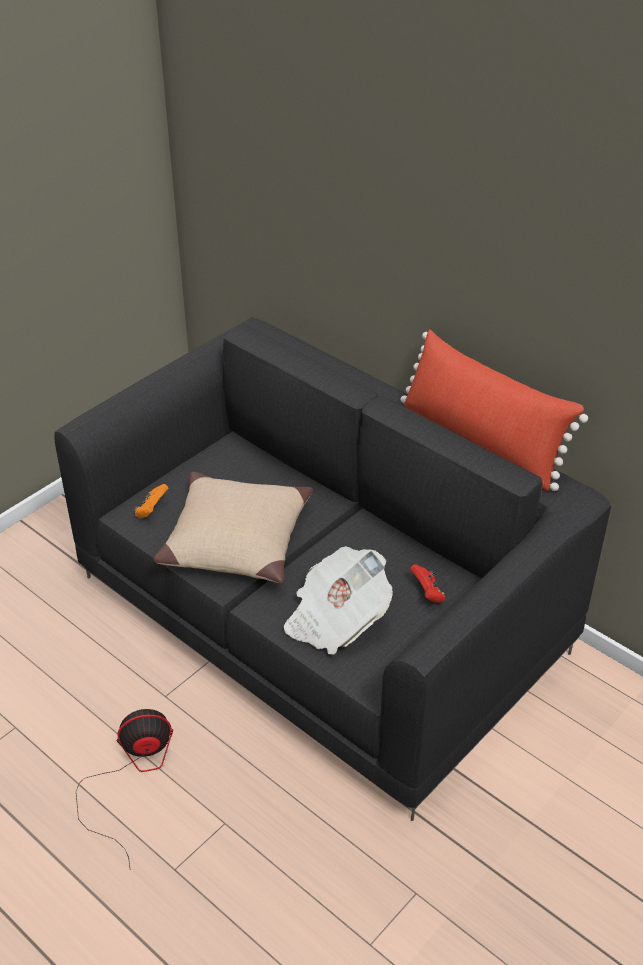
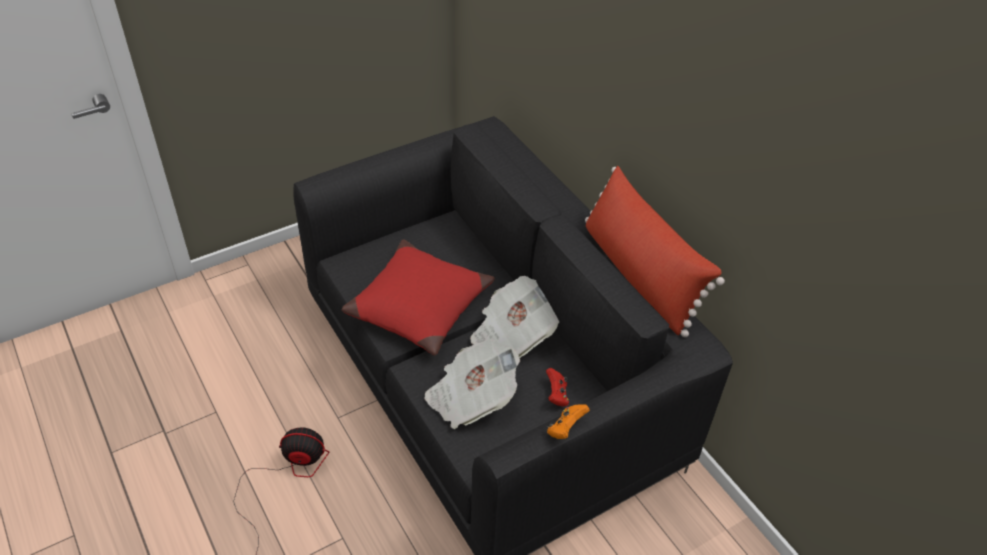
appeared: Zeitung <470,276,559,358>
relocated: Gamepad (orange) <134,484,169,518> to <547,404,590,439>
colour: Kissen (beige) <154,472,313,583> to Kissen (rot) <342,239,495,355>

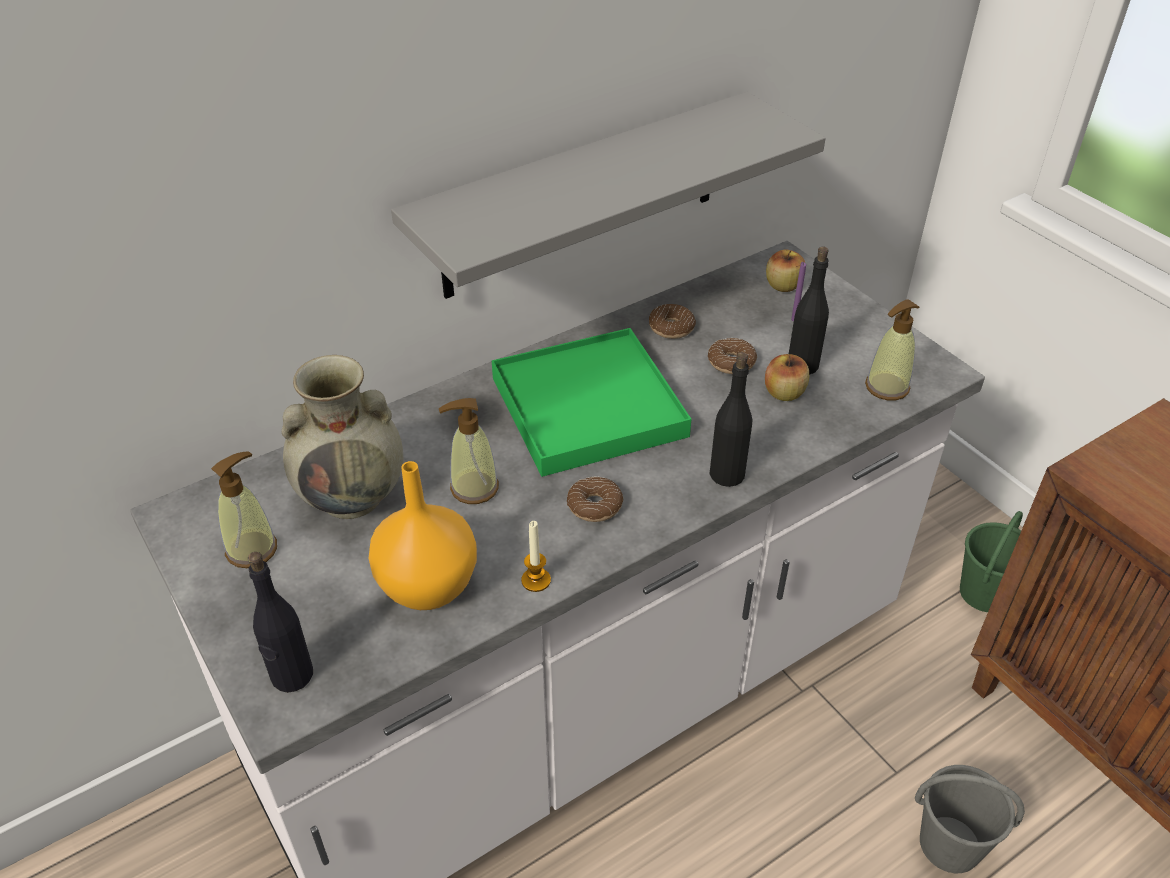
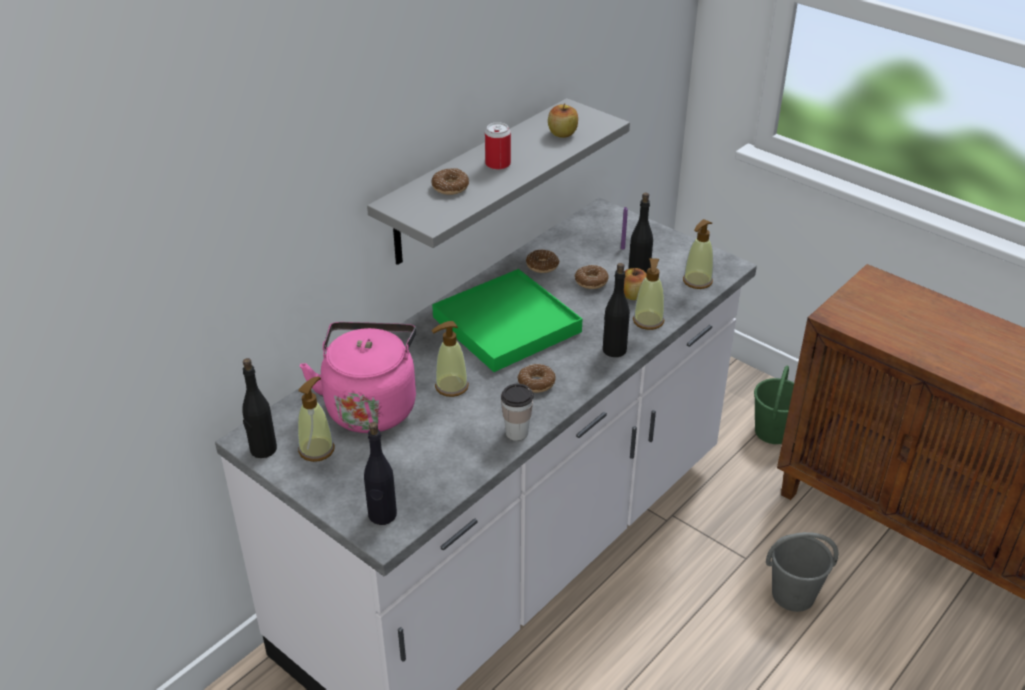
missing: Vase (orange) <368,461,477,610>
appeared: Dose <485,122,511,170>; Donut <431,168,469,195>; Seifenspender <633,258,665,330>; Flasche (schwarz) <242,358,277,458>
relocated: Apfel <766,249,805,292> to <548,104,578,138>
exchanged: Vase (beige) <282,355,404,519> to Wasserkessel (rosa) <300,322,416,433>; Kerze <521,521,551,592> to Tasse <501,384,534,441>

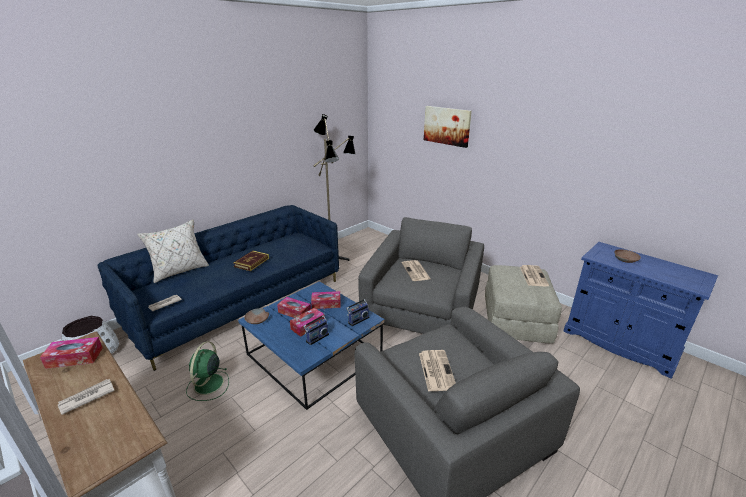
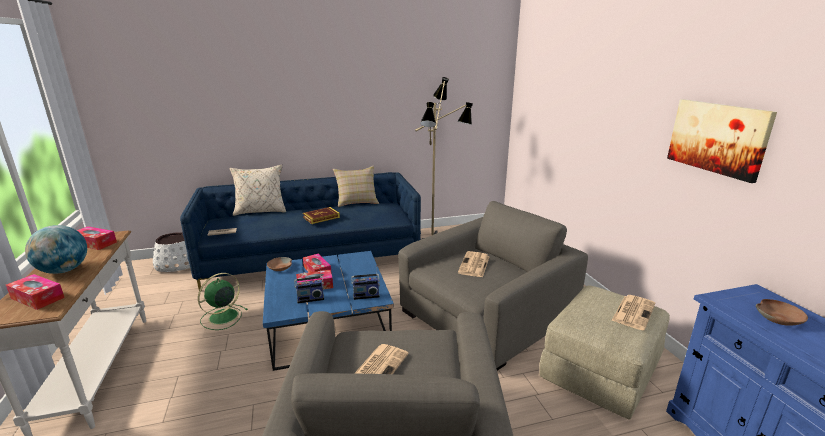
appeared: Kissen (beige) <333,166,379,207>
relocated: Bild <424,106,472,148> to <667,99,777,183>; Taschentuchbox <311,291,341,309> to <6,274,65,310>
exchanged: Zeitung <58,379,115,415> to Globus <25,225,87,274>

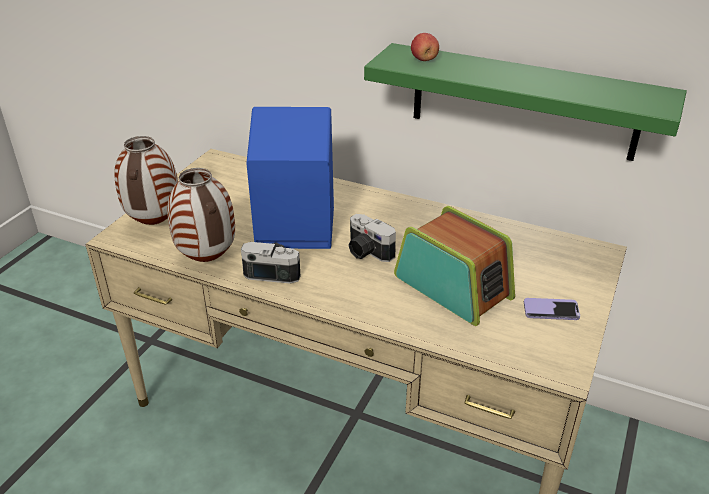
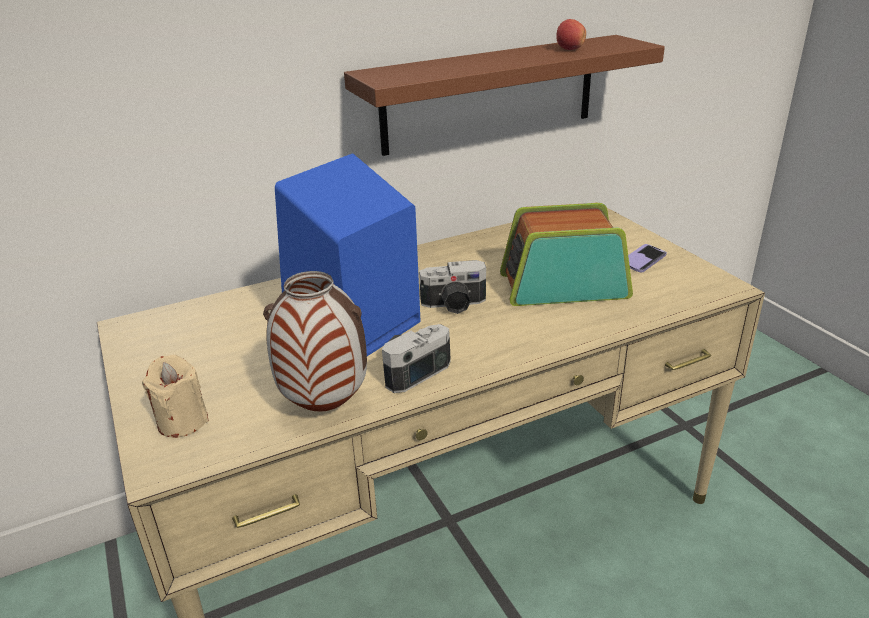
relocated: Apfel <411,33,439,61> to <556,19,586,50>
exchanged: Vase <114,136,178,225> to Kerze (beige) <142,355,209,438>
colour: Wandregal (grün) <364,43,687,161> to Wandregal (braun) <344,35,665,156>

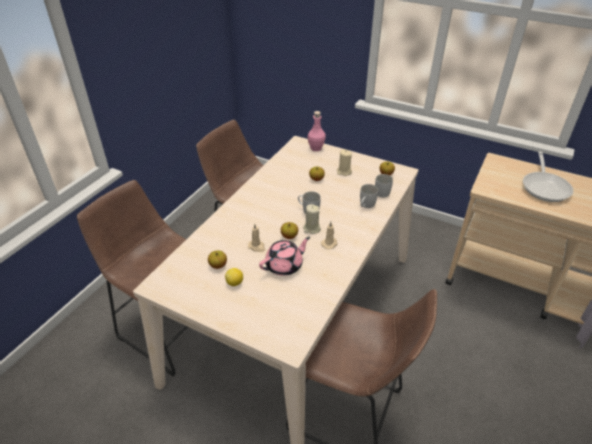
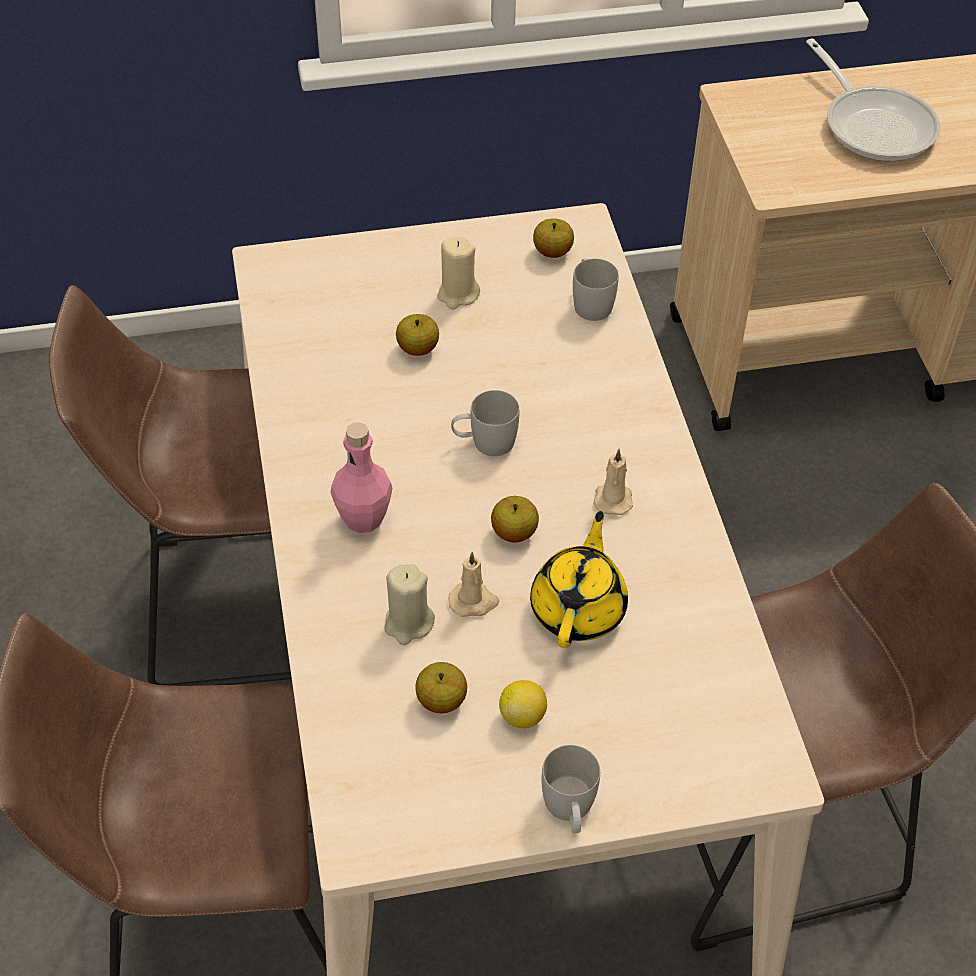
relocated: Flasche (rosa) <308,111,326,151> to <330,422,393,533>; Henkelbecher (weiß) <360,184,378,208> to <542,745,600,833>; Kerze (beige) <303,204,321,234> to <384,564,435,645>
colour: Teekanne (rosa) <259,237,310,276> to Teekanne (gelb) <530,511,628,648>

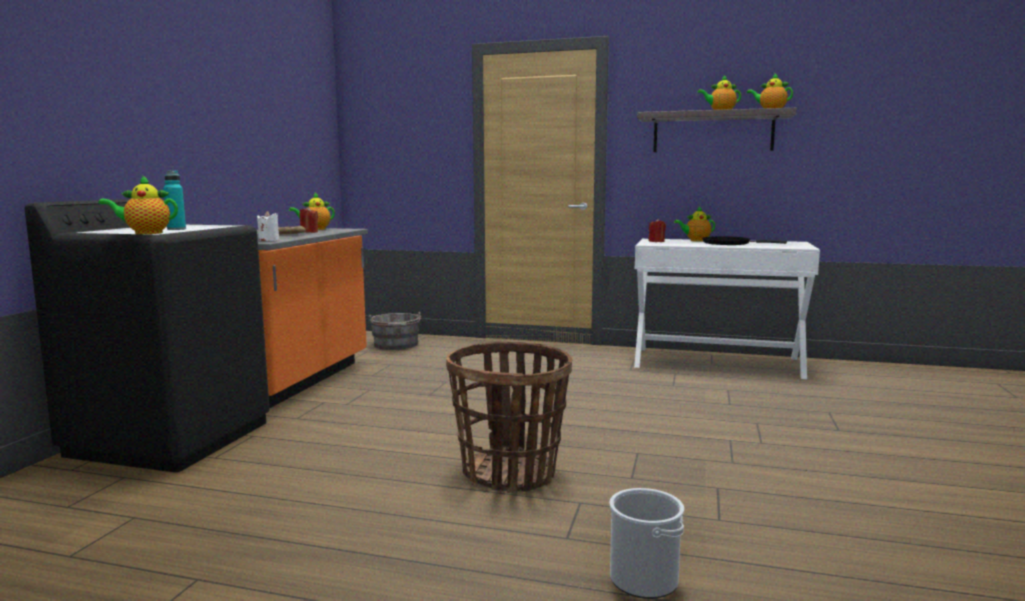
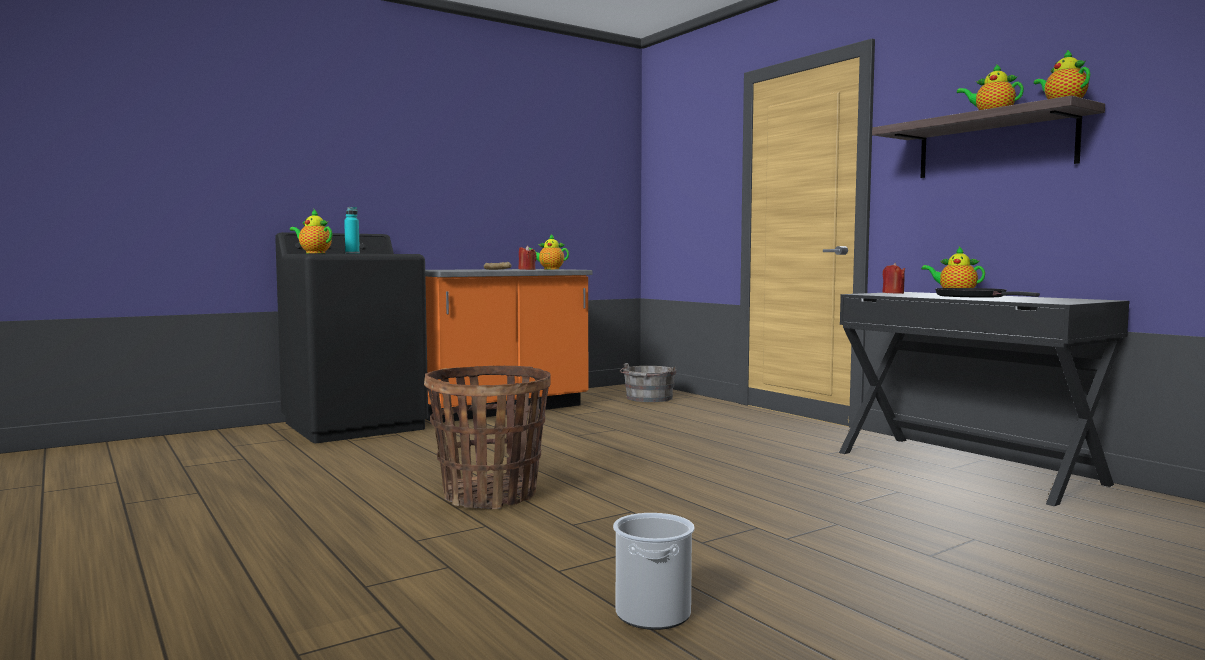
missing: Kerze (weiß) <257,211,279,241>
relocated: Eimer <609,488,684,599> to <613,513,694,630>
colour: Schreibtisch (weiß) <634,239,820,379> to Schreibtisch (schwarz) <839,292,1130,506>

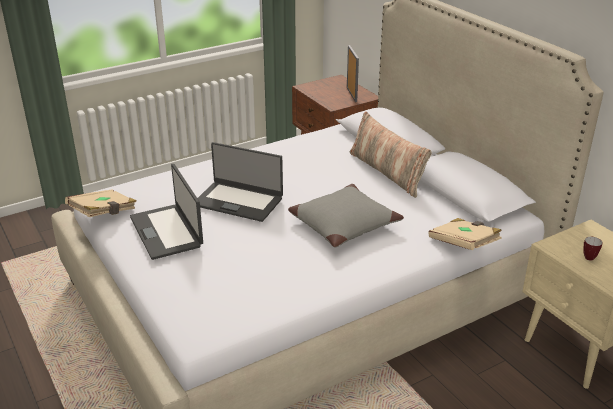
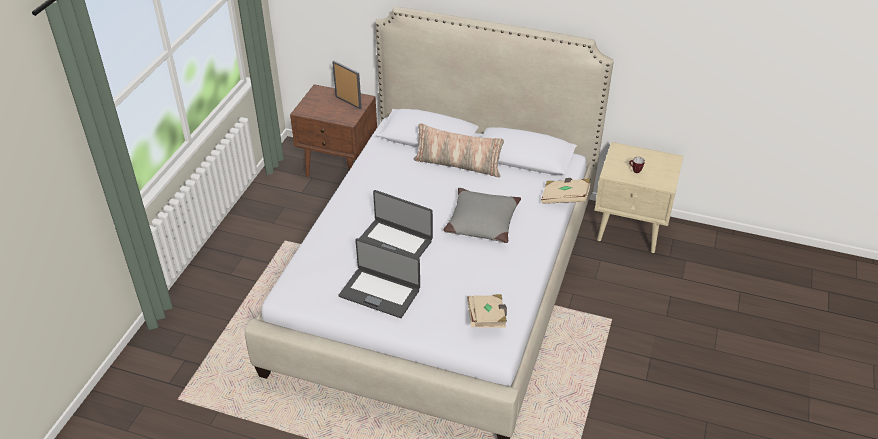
relocated: Buch (beige) <65,190,136,217> to <467,294,507,328>
spun: Laptop <198,142,283,222> = <359,190,433,258> 45 degrees clockwise

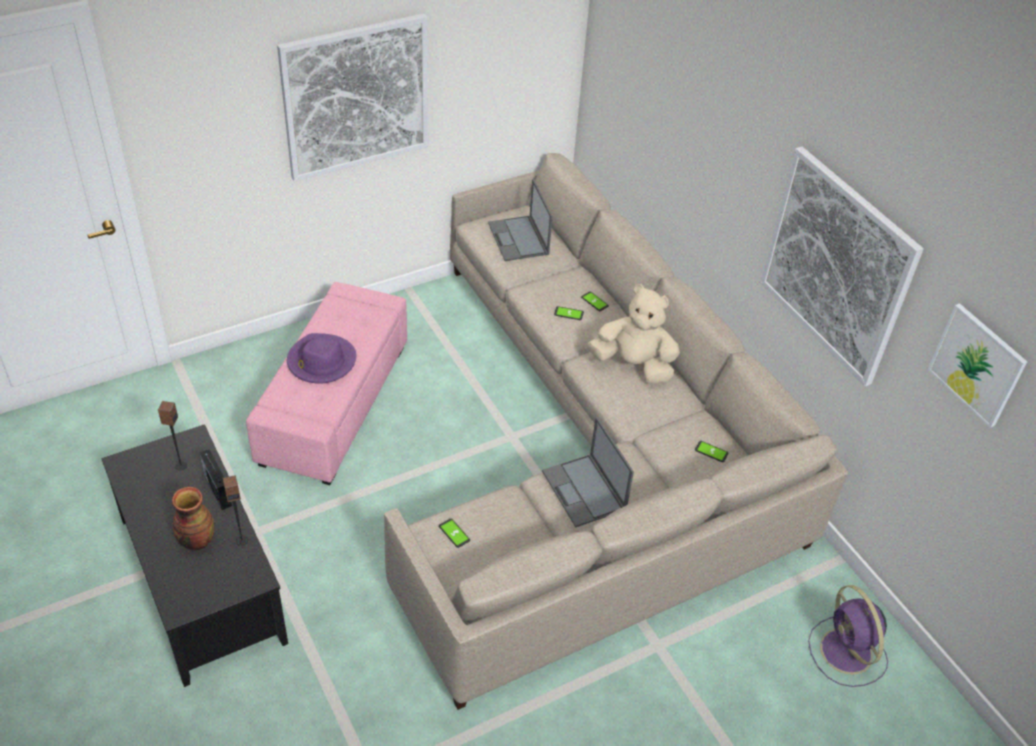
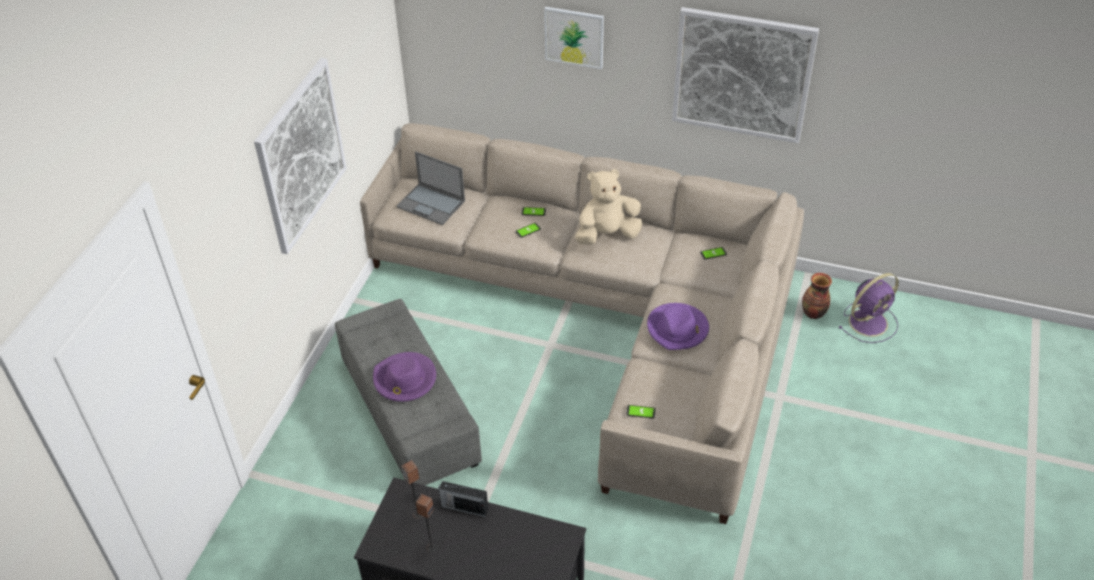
relocated: Bild <928,303,1027,428> to <544,7,604,69>; Lautsprecher <223,475,248,545> to <416,494,437,553>; Vase <172,487,214,550> to <802,273,832,319>
exchanged: Laptop <542,417,634,528> to Hut (lila) <647,303,709,350>
colour: Polsterhocker (rosa) <246,282,407,485> to Polsterhocker (grau) <335,299,482,485>
spun: Ventilator (lila) <808,585,888,687> = <838,273,899,343> 60 degrees counterclockwise

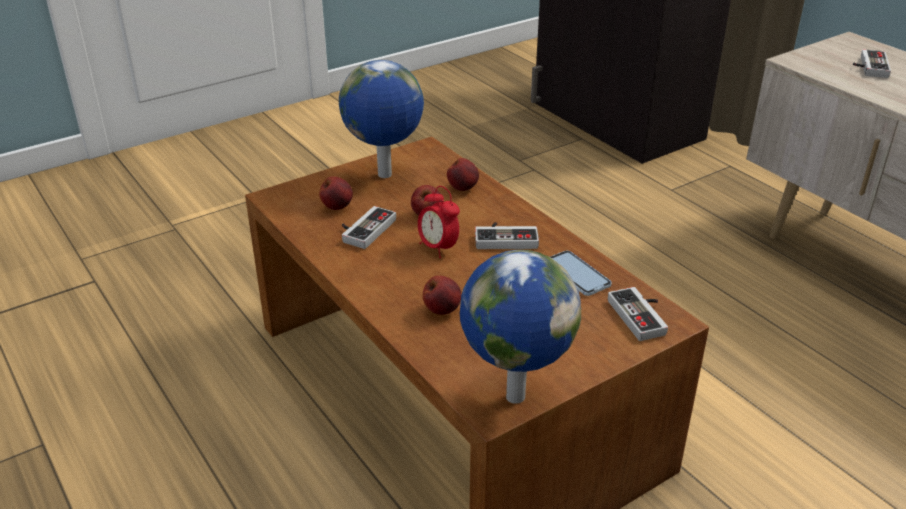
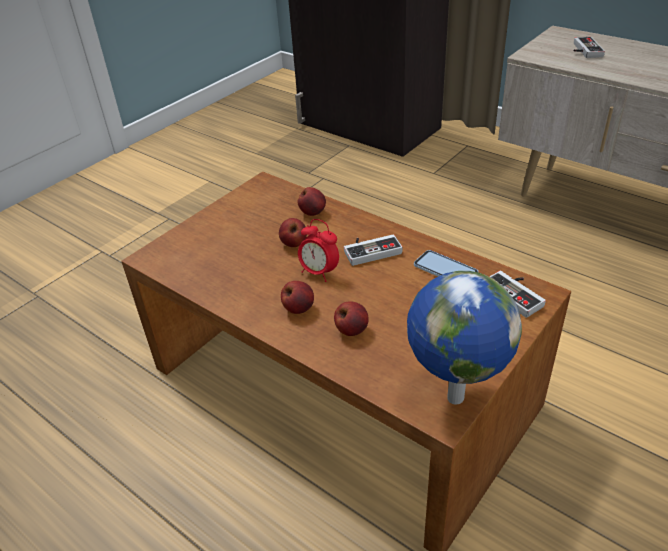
missing: Globus <339,60,424,178>; Gamepad <342,206,396,249>
relocated: Apfel <319,176,353,210> to <281,281,314,314>

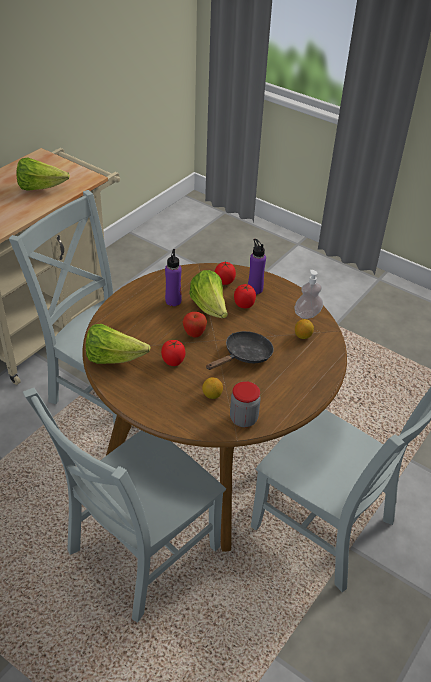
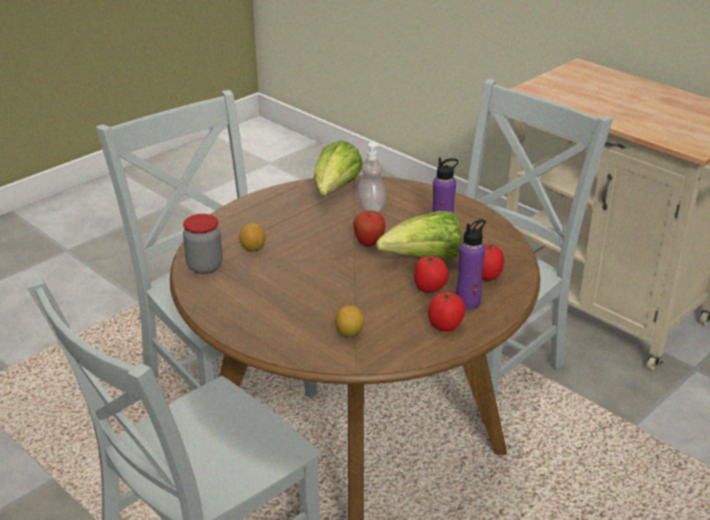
missing: Salatkopf <16,157,70,191>; Pfanne (schwarz) <206,331,274,370>
relocated: Seifenspender <294,270,323,319> to <357,142,386,212>; Tomate <161,340,185,366> to <428,292,465,332>

